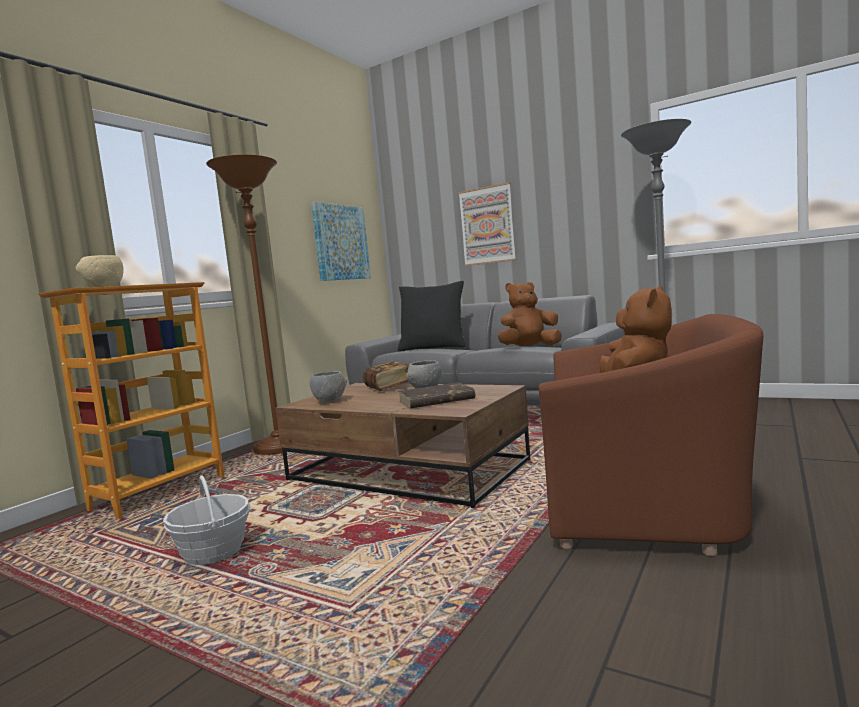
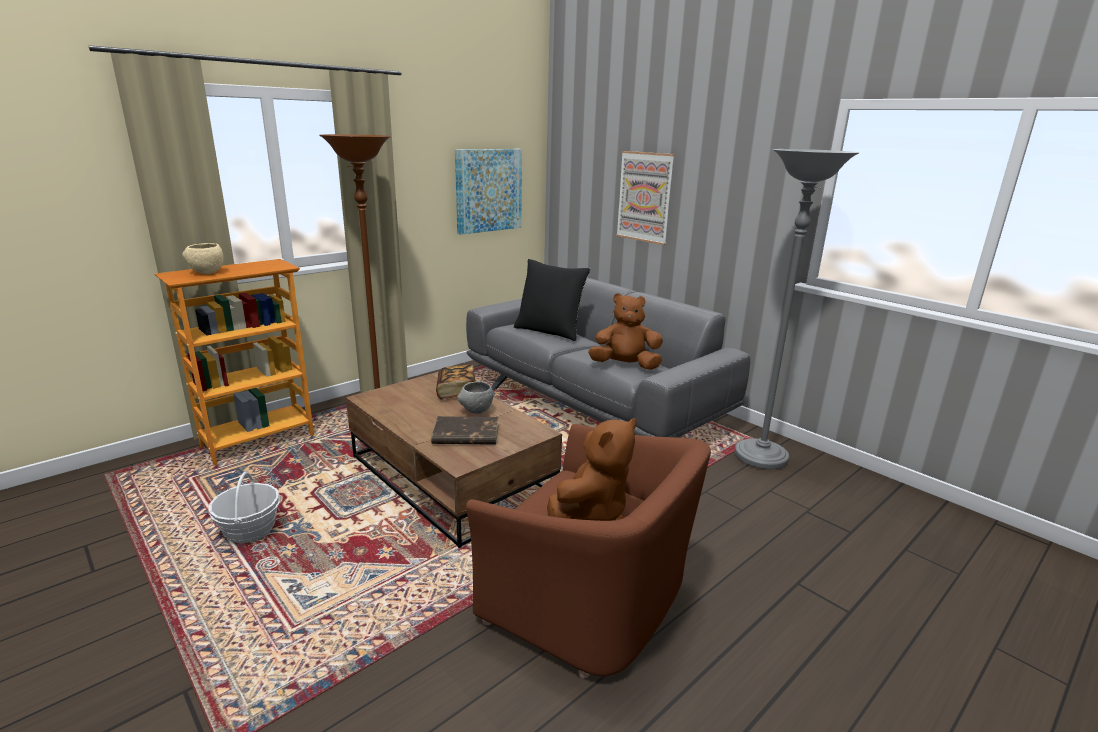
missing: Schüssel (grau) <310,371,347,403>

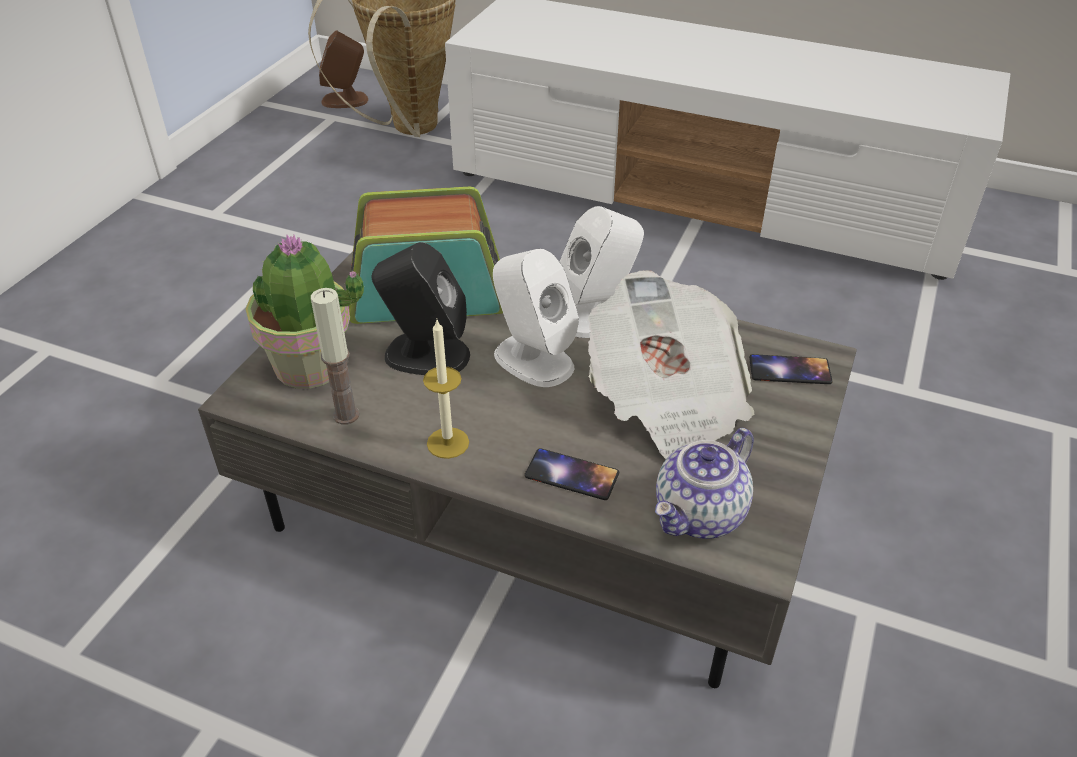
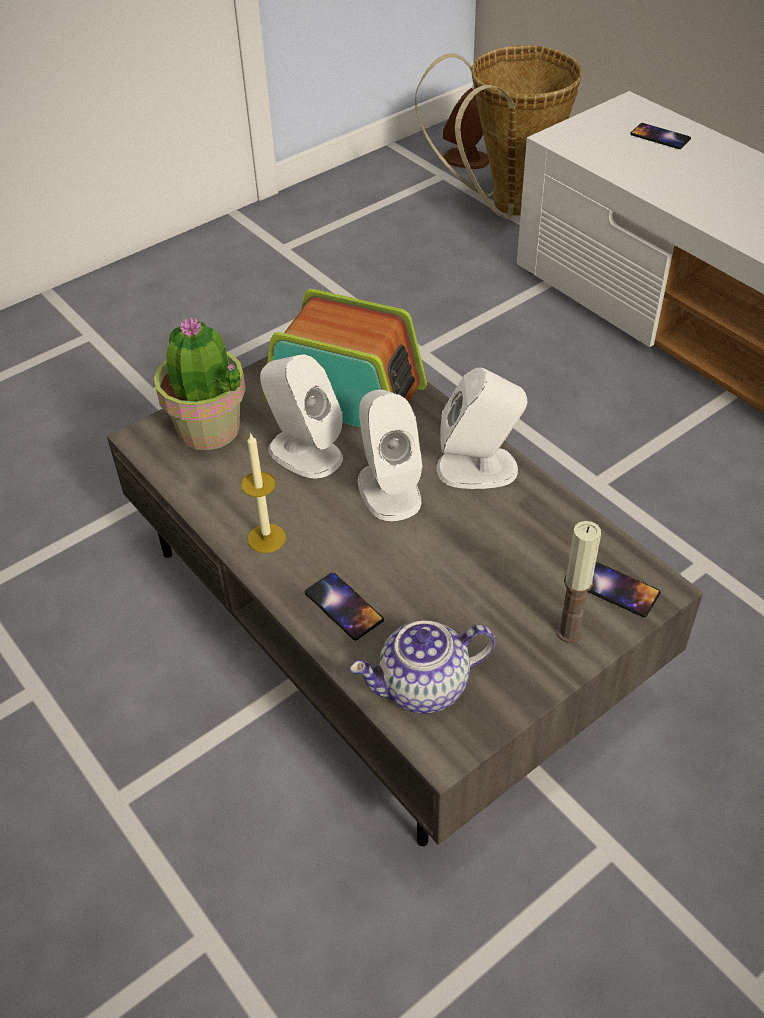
missing: Zeitung <588,270,754,459>
appeared: Handy <630,123,691,149>
relocated: Kerze <311,288,360,425> to <556,521,601,643>
colour: Lautsprecher (schwarz) <372,242,470,375> to Lautsprecher (weiß) <260,354,343,479>

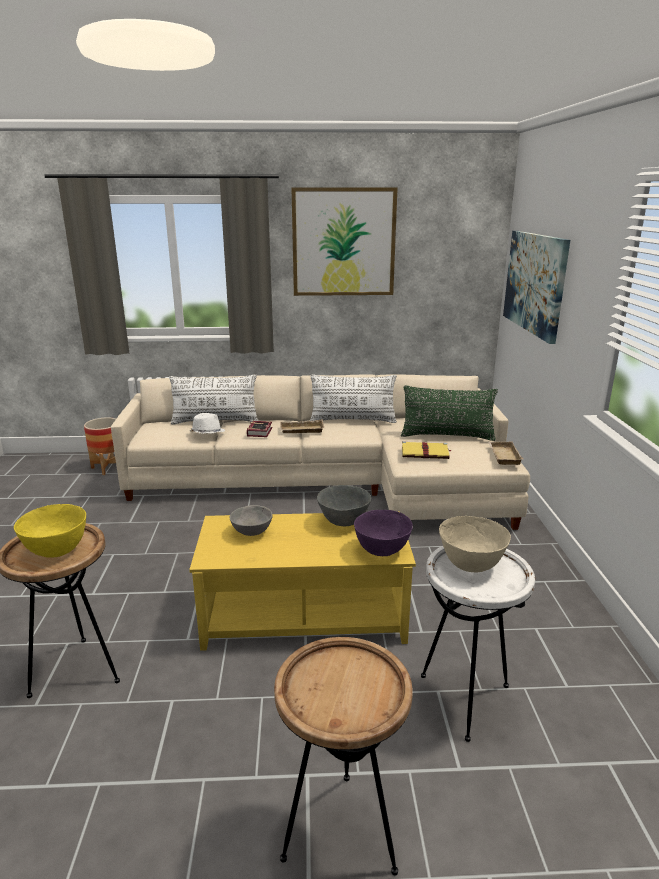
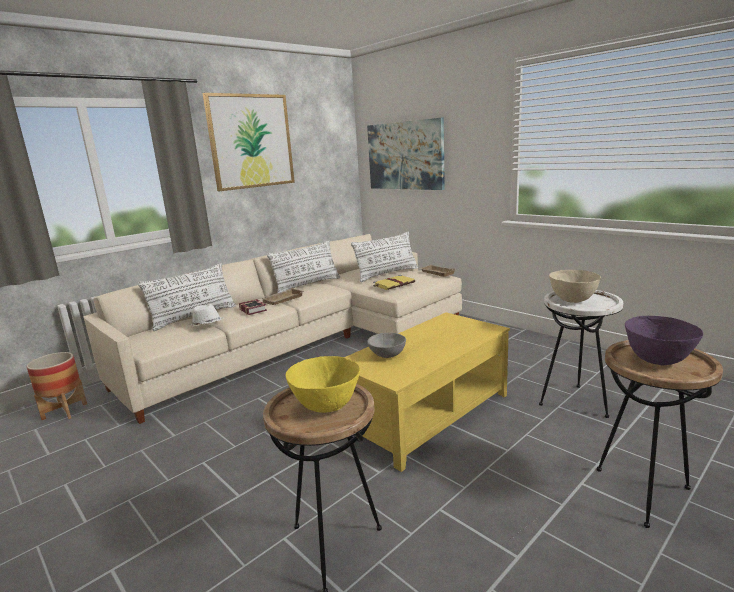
missing: Schüssel (grau) <317,485,371,526>
relocated: Schüssel (lila) <354,510,413,556> to <625,316,703,365>
colour: Kissen (grün) <401,385,498,441> to Kissen (weiß) <351,232,418,282>

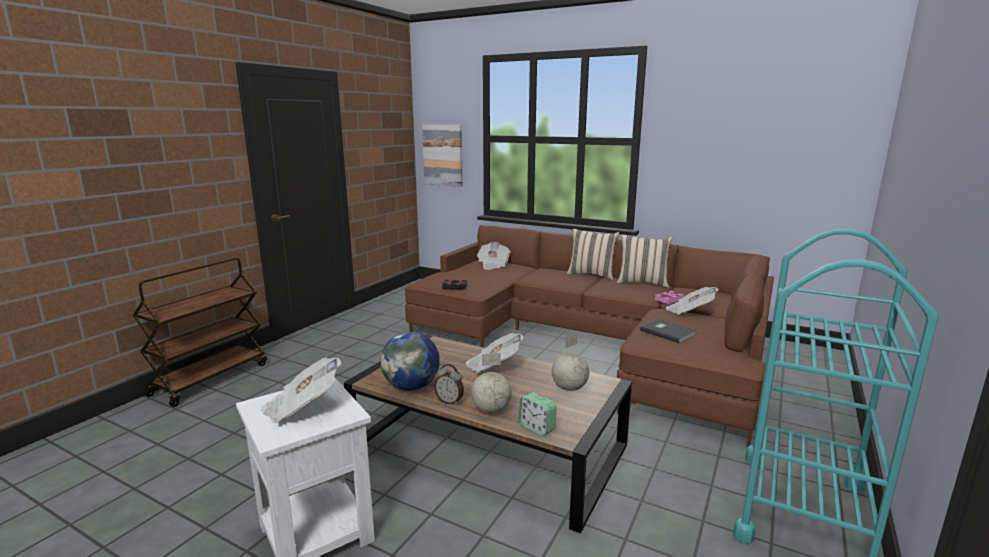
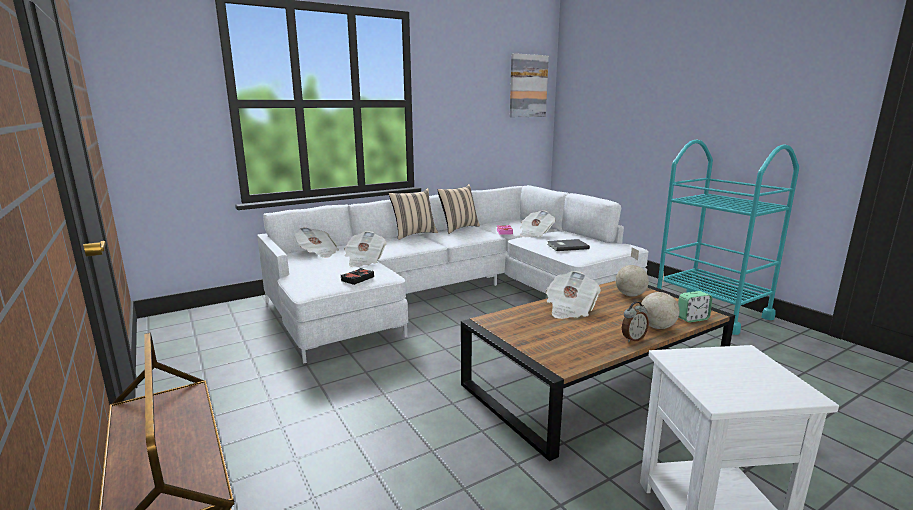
missing: Globus <381,332,440,391>
relocated: Bild <422,125,463,187> to <510,53,549,117>; Zeitung <261,357,342,423> to <344,231,386,267>
colour: Sofa (braun) <405,225,774,447> to Sofa (weiß) <257,185,649,364>

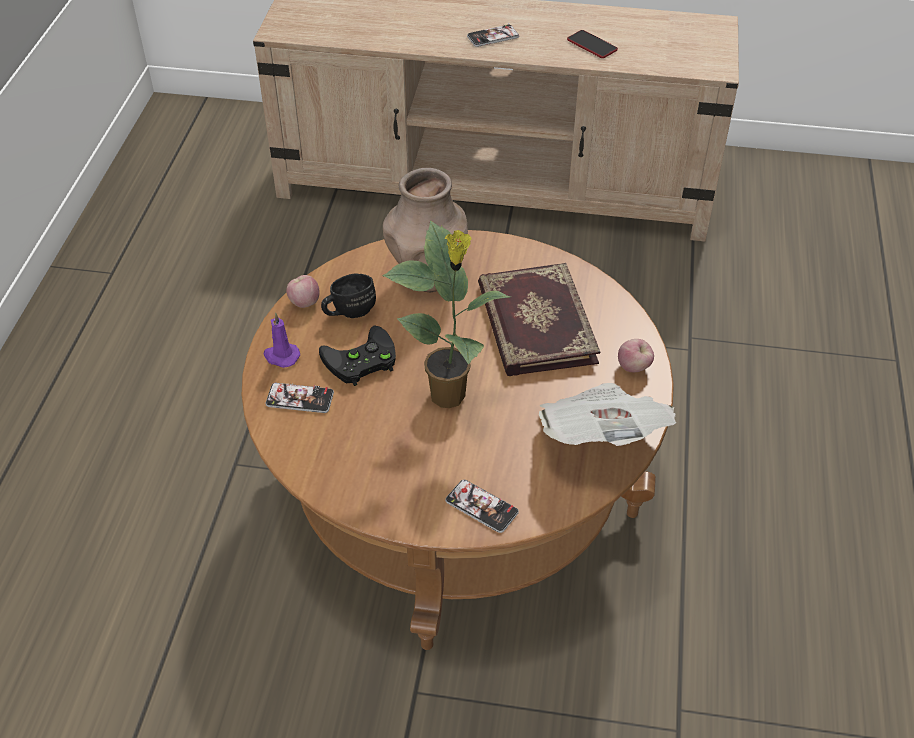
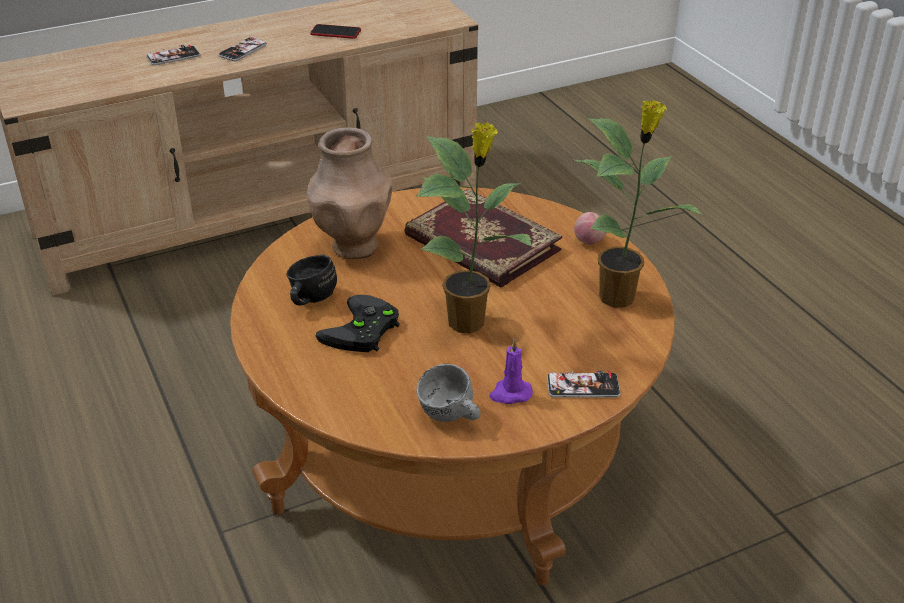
missing: Apfel <286,275,320,308>
appeared: Henkelbecher (grau) <416,363,481,422>
relocated: Kerze (lila) <263,312,300,368> to <489,338,533,404>; Handy <265,382,334,413> to <147,45,200,65>
exchanged: Zeitung <539,383,676,446> to Topfpflanze <574,99,703,308>

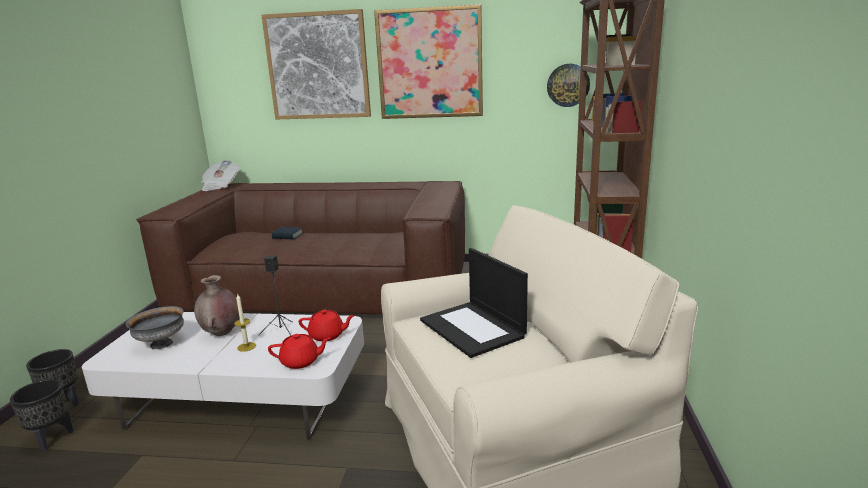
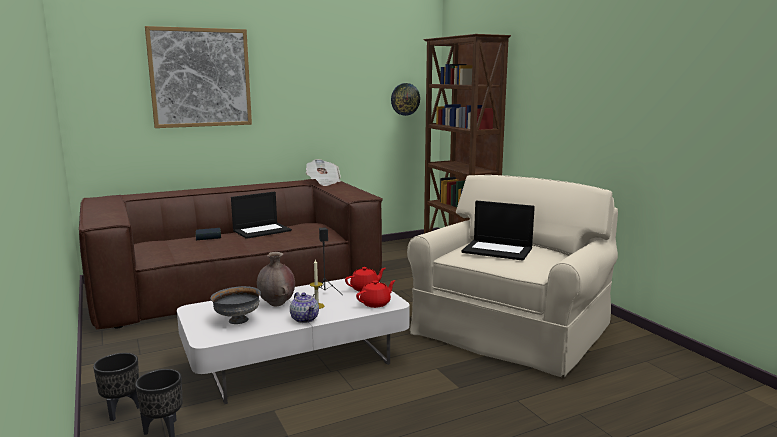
missing: Bild <374,4,483,119>
appeared: Laptop <231,191,292,239>; Teekanne <290,292,319,323>
relocated: Zeitung <201,160,240,191> to <306,159,341,186>

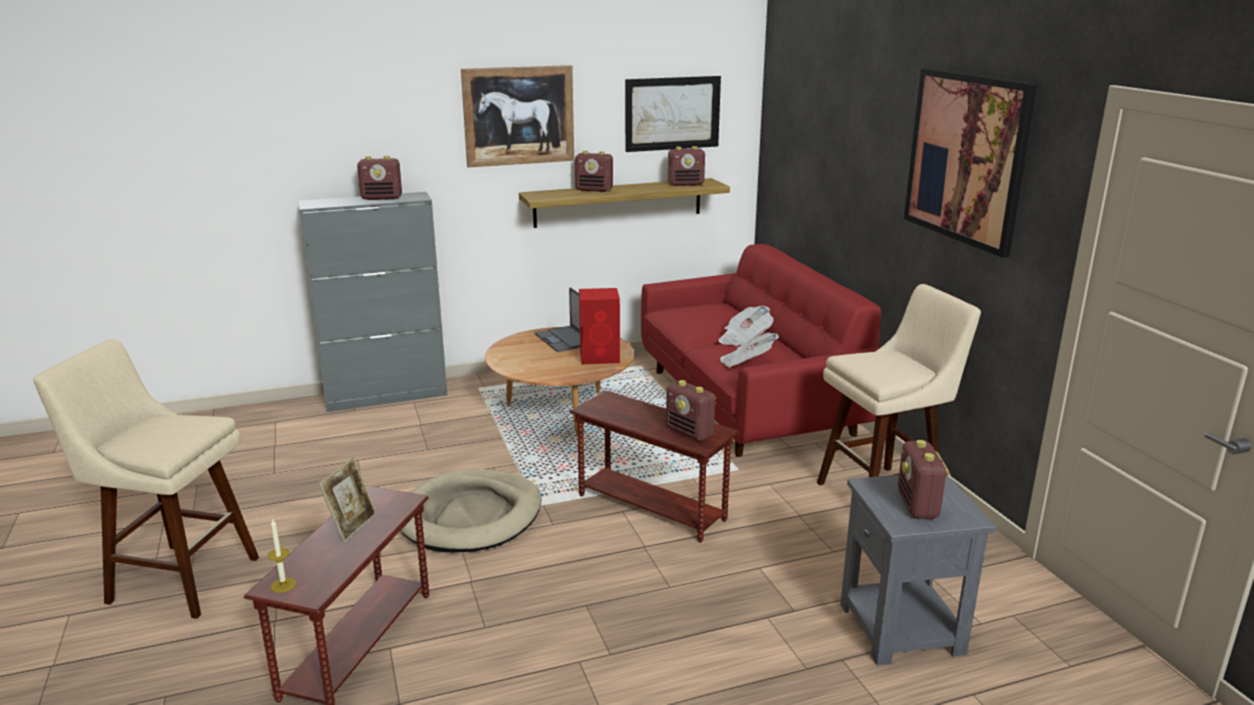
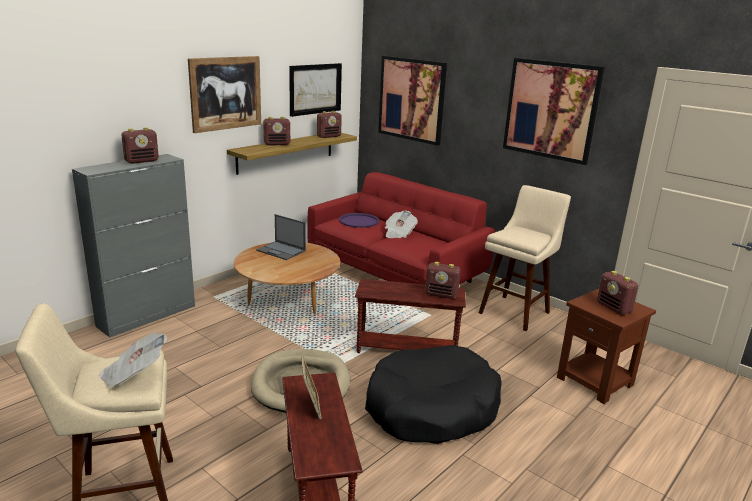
missing: Lautsprecher (rot) <579,288,620,365>; Kerze <267,518,296,593>
appeared: Bild <378,56,447,146>; Tablett (lila) <339,213,380,228>; Hundebett (schwarz) <365,345,502,444>
relocated: Zeitung <720,332,779,368> to <99,332,168,389>
colour: Beistelltisch (grau) <840,475,996,665> to Beistelltisch (braun) <557,289,656,404>

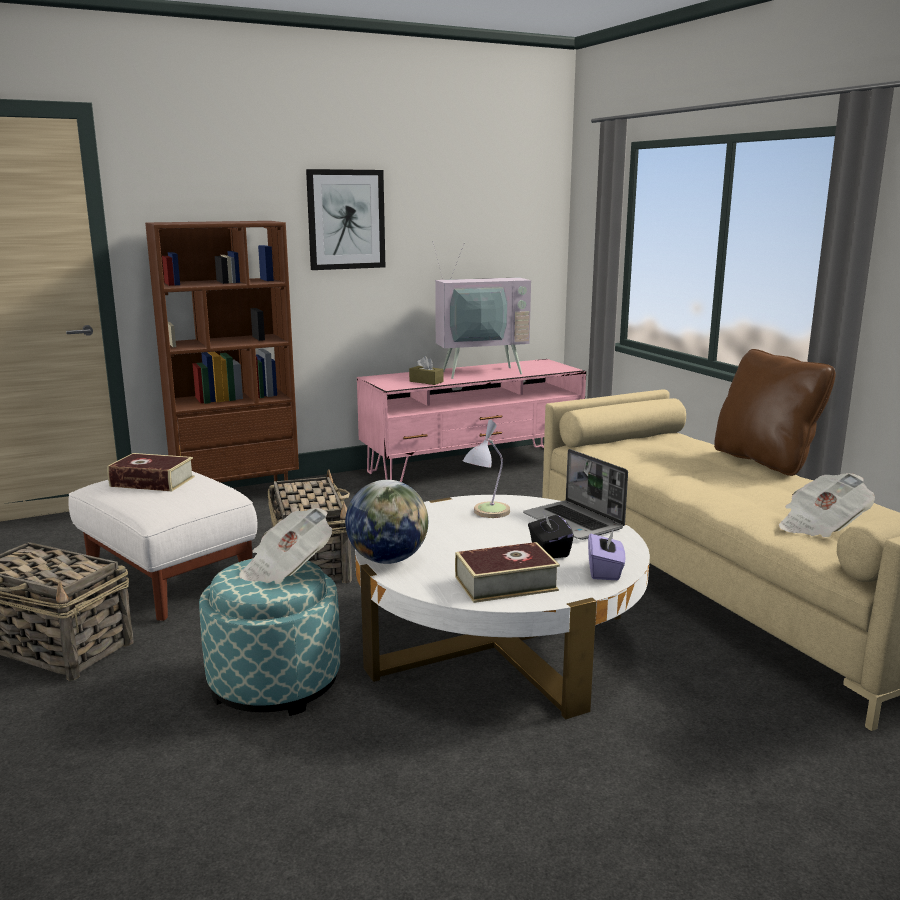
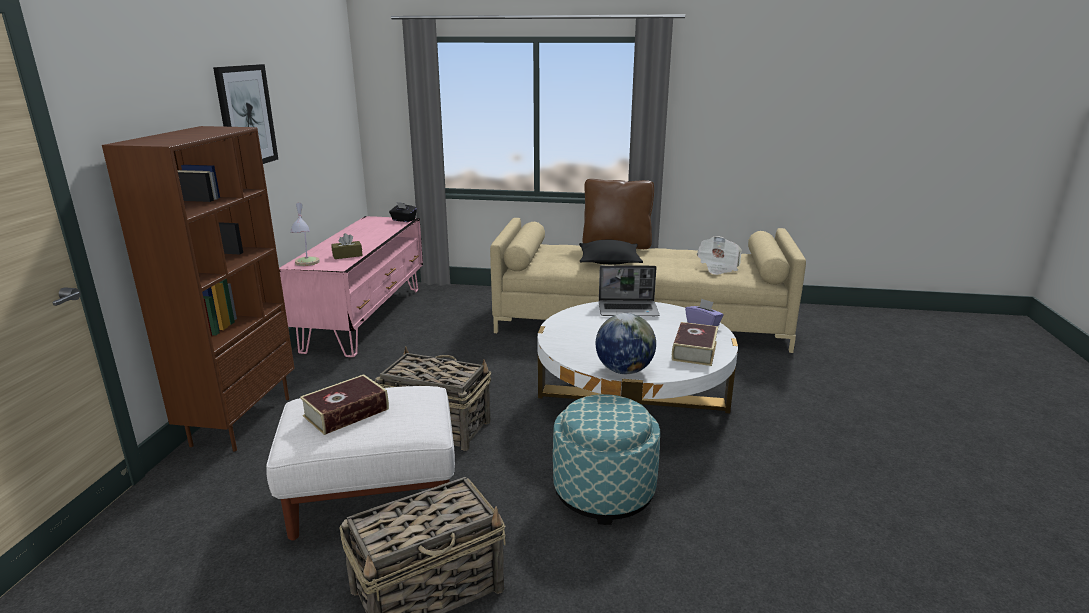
missing: Fernseher <432,241,531,379>; Zeitung <239,508,332,584>
appeared: Kissen (schwarz) <579,240,643,264>
relocated: Tischlampe <463,420,510,518> to <290,202,320,266>; Taschentuchbox (schwarz) <528,511,574,558> to <389,202,417,222>

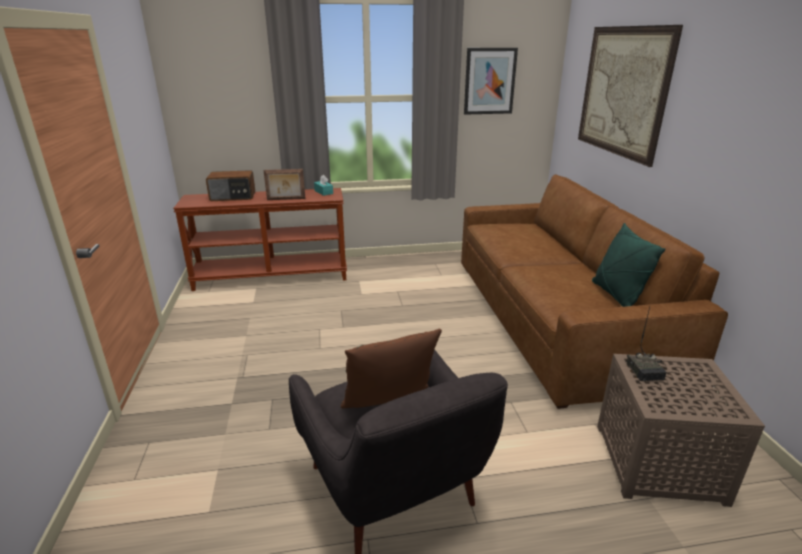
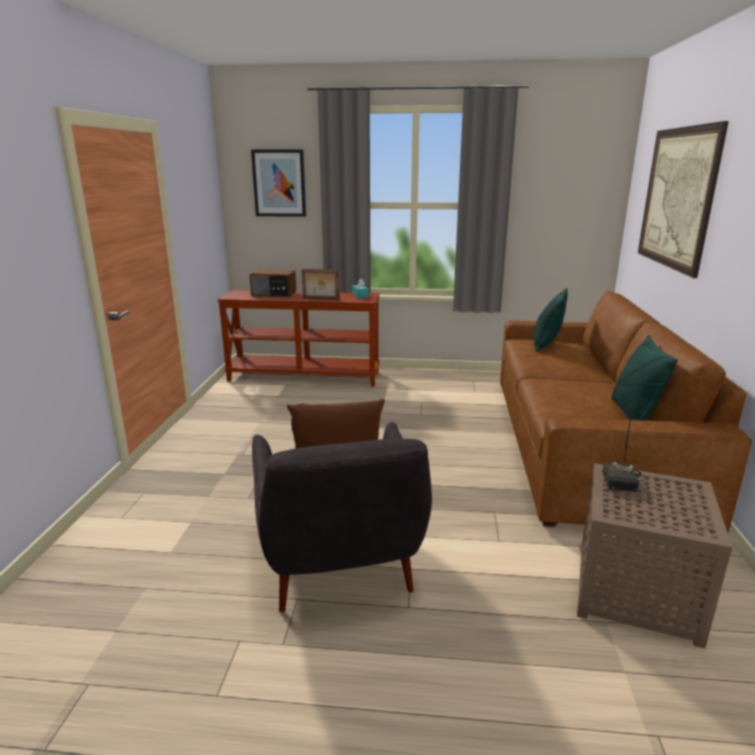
appeared: Kissen (grün) <534,288,568,352>
relocated: Bild <464,48,518,115> to <251,149,306,217>

